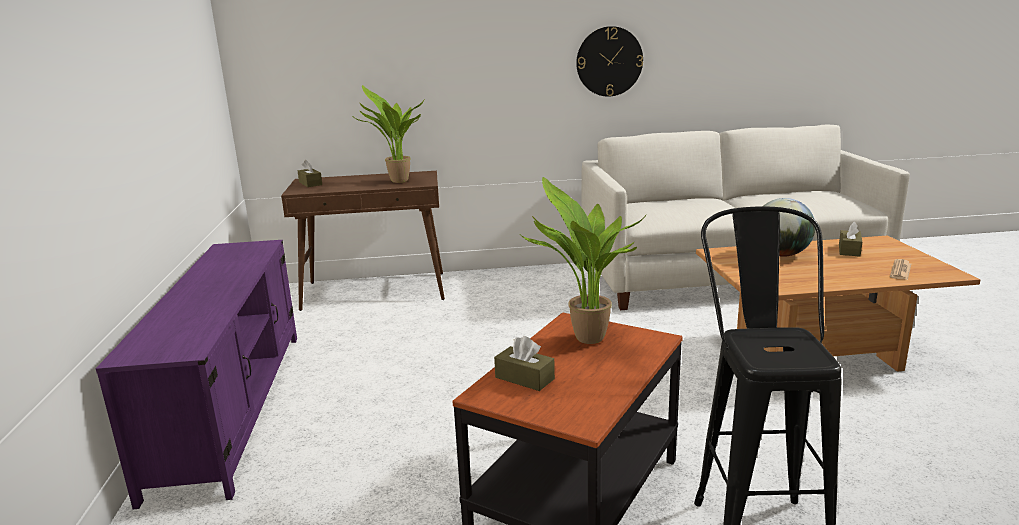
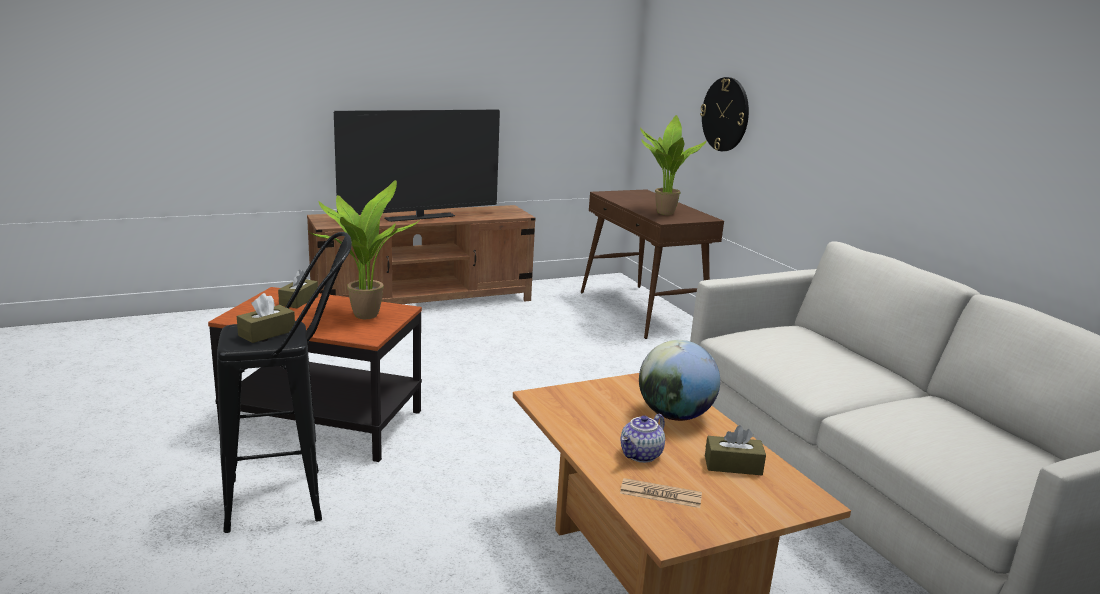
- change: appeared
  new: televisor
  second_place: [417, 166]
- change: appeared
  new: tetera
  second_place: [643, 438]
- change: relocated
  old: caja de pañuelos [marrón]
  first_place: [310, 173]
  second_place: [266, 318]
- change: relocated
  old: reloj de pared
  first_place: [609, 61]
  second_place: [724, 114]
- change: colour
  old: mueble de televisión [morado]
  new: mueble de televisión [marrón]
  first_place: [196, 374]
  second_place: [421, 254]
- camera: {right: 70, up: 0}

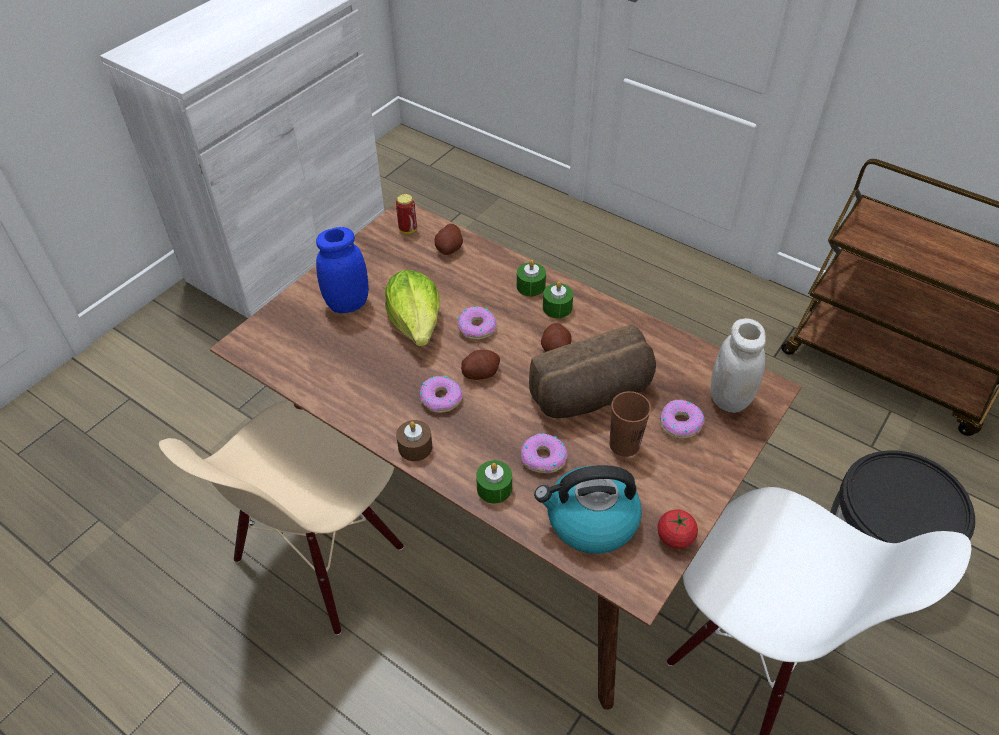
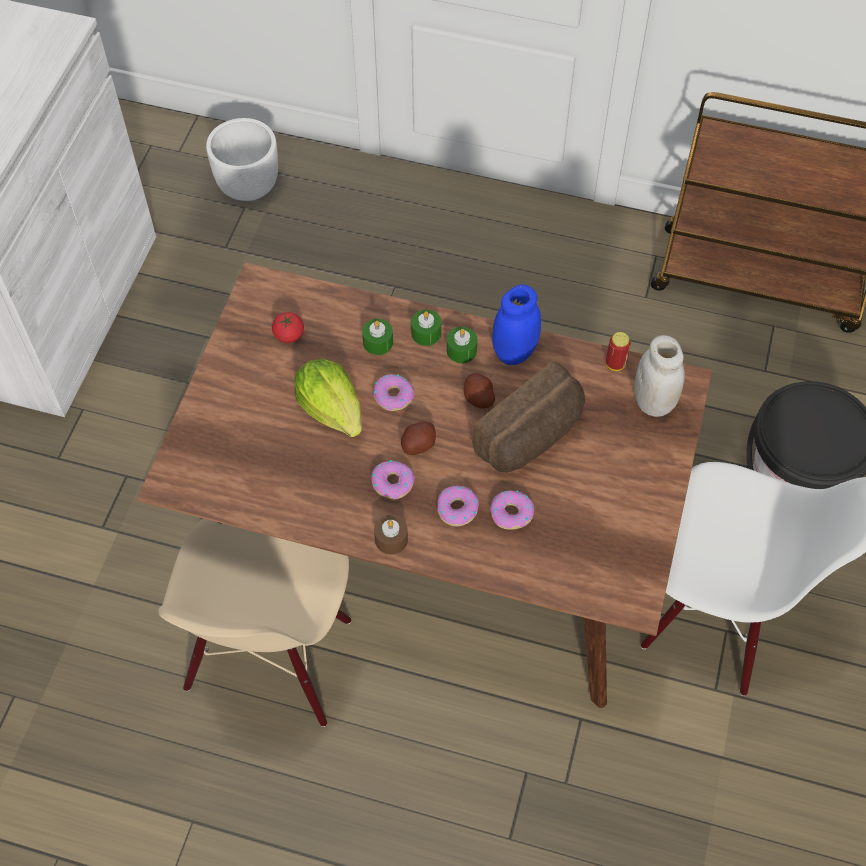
- change: missing
  old: patata
  first_place: [449, 239]
- change: missing
  old: hervidor
  first_place: [588, 509]
- change: missing
  old: taza [marrón]
  first_place: [630, 424]
- change: appeared
  new: maceta [blanco]
  second_place: [242, 159]
- change: relocated
  old: tarro [azul]
  first_place: [342, 270]
  second_place: [516, 325]
- change: relocated
  old: lata
  first_place: [406, 214]
  second_place: [618, 351]
- change: relocated
  old: vela [verde]
  first_place: [494, 481]
  second_place: [377, 337]
- change: relocated
  old: tomate
  first_place: [677, 529]
  second_place: [288, 327]
- change: relocated
  old: rosquilla
  first_place: [682, 419]
  second_place: [458, 505]
- camera: {right: -20, up: 10}

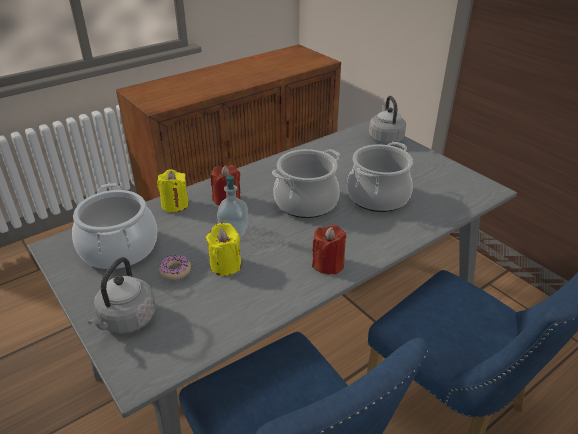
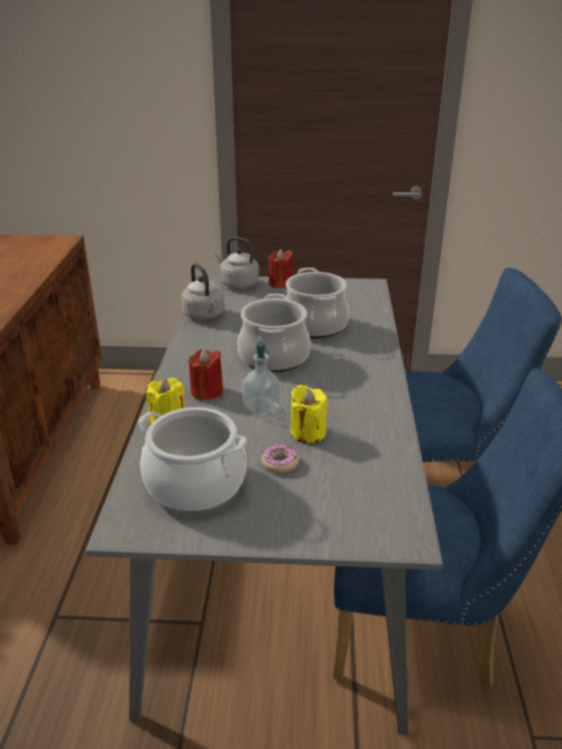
- change: relocated
  old: hervidor [gris]
  first_place: [122, 295]
  second_place: [203, 291]
- change: relocated
  old: vela [rojo]
  first_place: [329, 250]
  second_place: [280, 268]
- camera: {right: -50, up: -5}

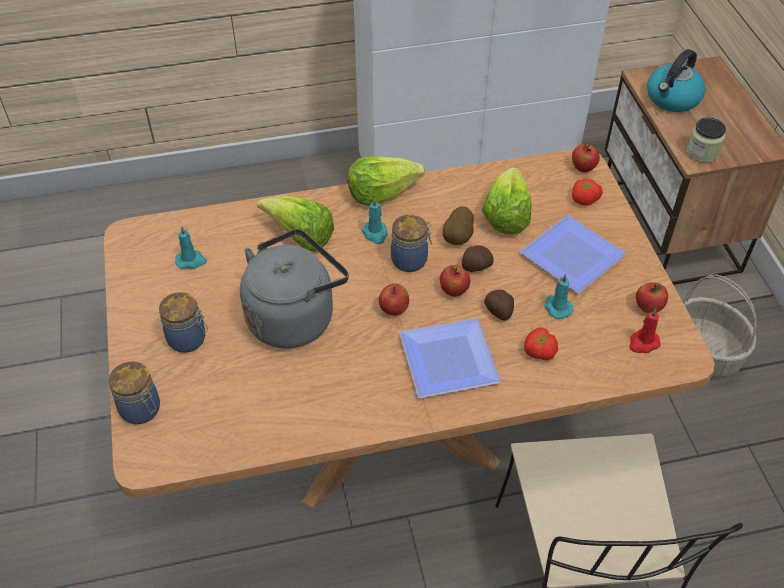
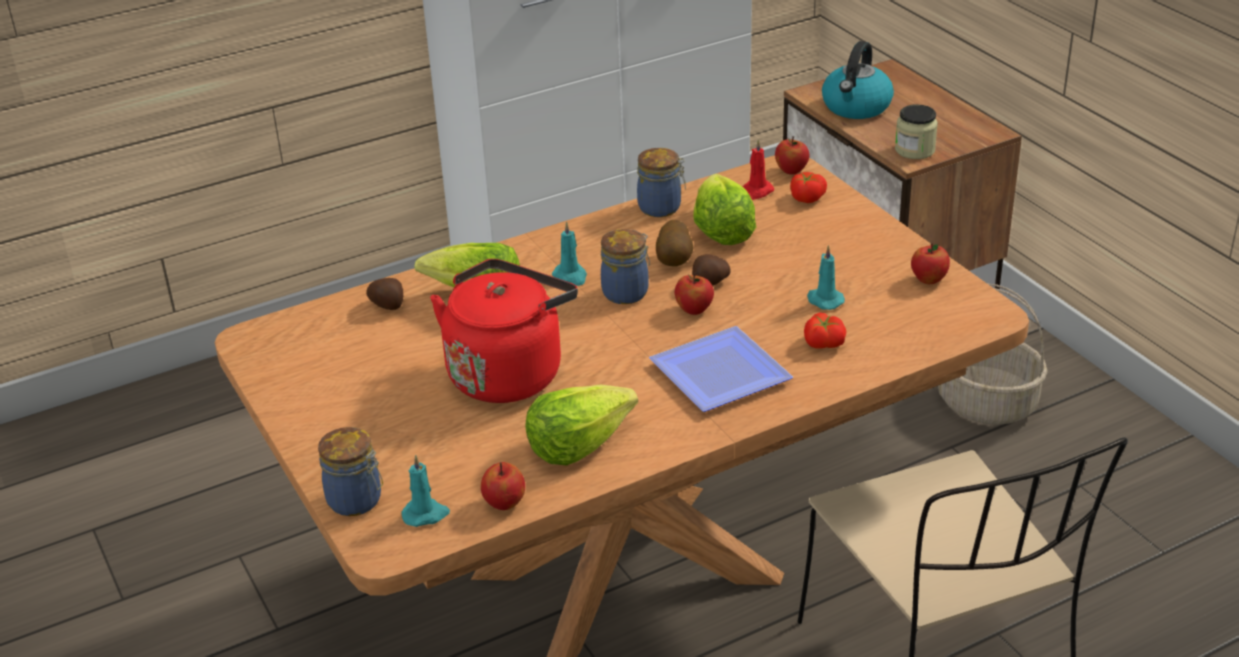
- change: missing
  old: plato
  first_place: [573, 254]
- change: relocated
  old: tarro
  first_place: [183, 322]
  second_place: [661, 182]
- change: relocated
  old: vela [turquesa]
  first_place: [191, 247]
  second_place: [425, 491]
- change: relocated
  old: lechuga
  first_place: [386, 181]
  second_place: [582, 424]
- change: relocated
  old: manzana
  first_place: [394, 300]
  second_place: [503, 486]
- change: relocated
  old: patata
  first_place: [499, 305]
  second_place: [384, 294]
- change: relocated
  old: vela [rojo]
  first_place: [645, 330]
  second_place: [758, 169]
- change: colour
  old: hervidor [gris]
  new: hervidor [rojo]
  first_place: [294, 289]
  second_place: [504, 331]
- camera: {right: -15, up: -15}

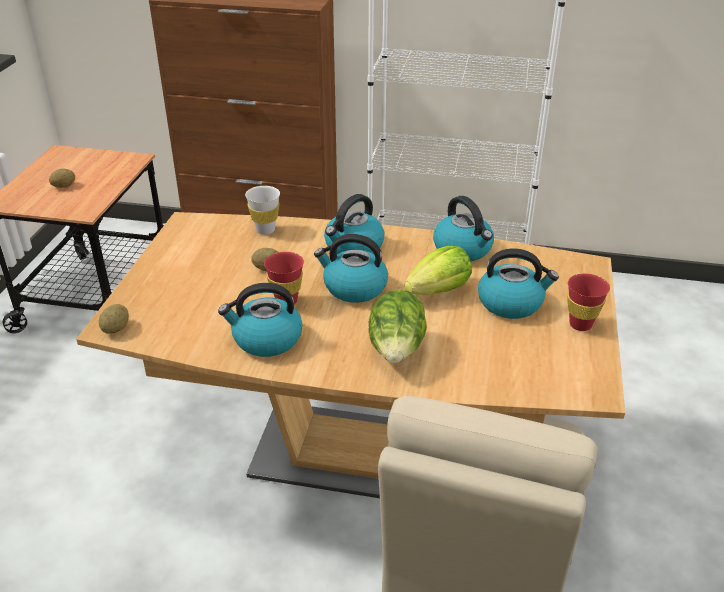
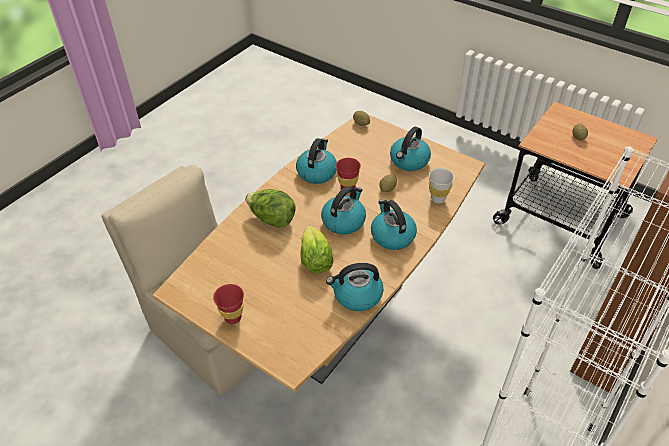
- change: relocated
  old: hervidor
  first_place: [518, 283]
  second_place: [410, 149]
- camera: {right: 115, up: 10}

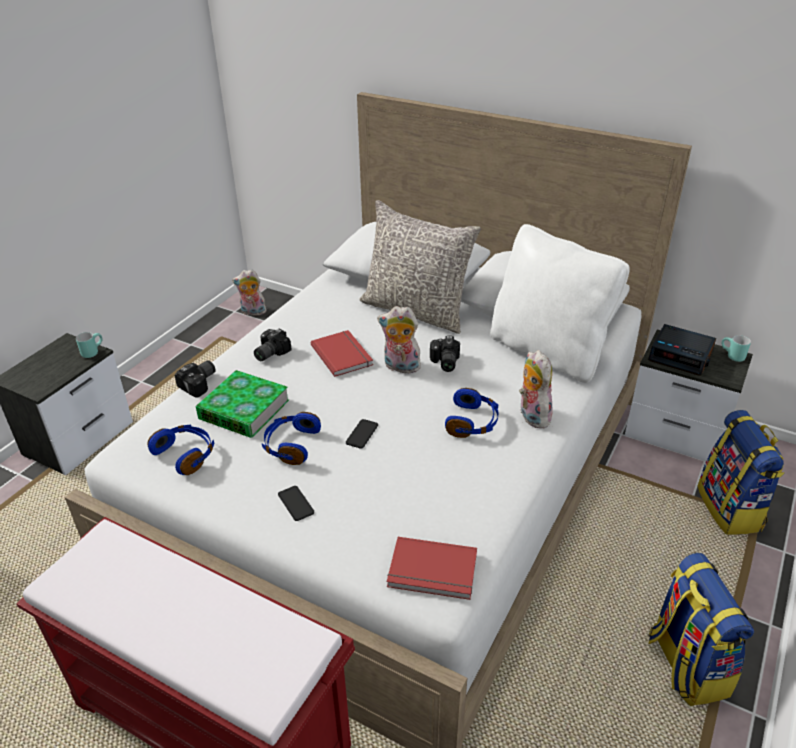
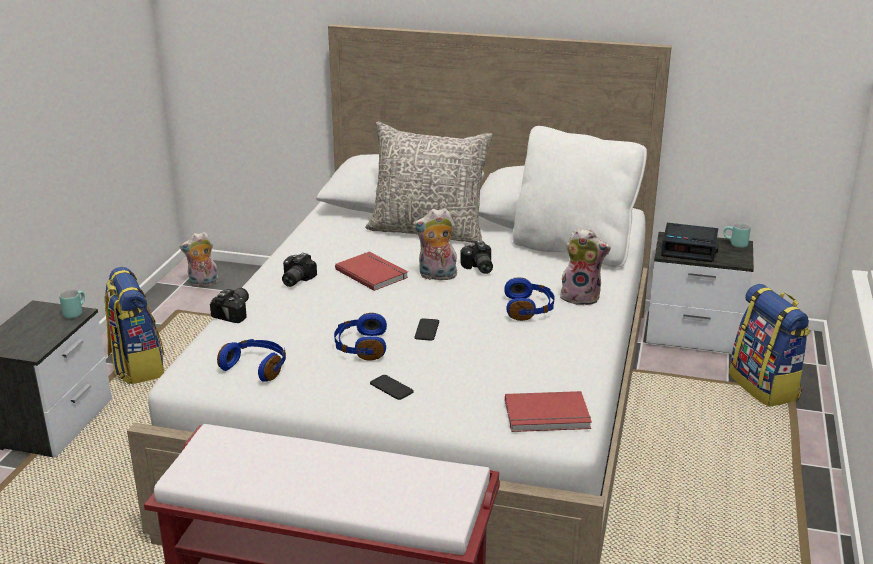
- change: missing
  old: libro
  first_place: [242, 404]
- change: relocated
  old: mochila
  first_place: [701, 629]
  second_place: [134, 326]
- change: spun
  old: peluche
  first_place: [536, 389]
  second_place: [585, 266]
  degrees: 135
- camera: {right: -15, up: -10}

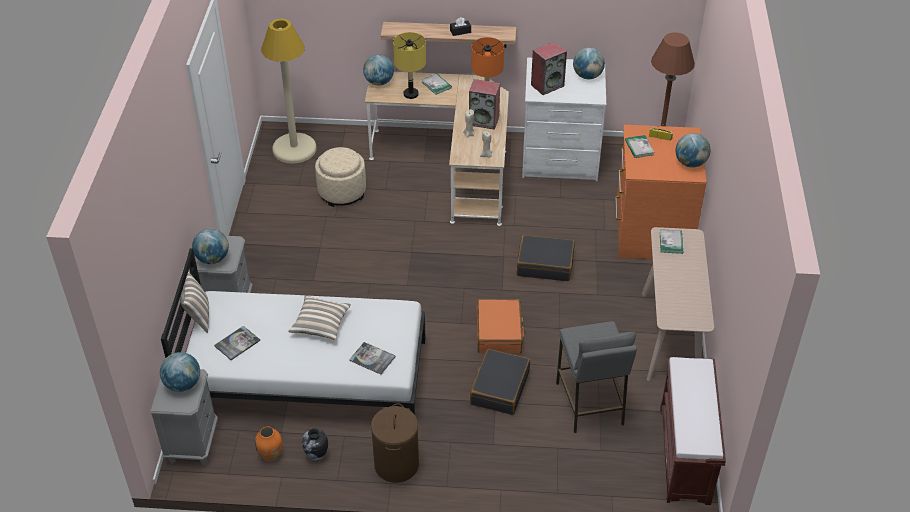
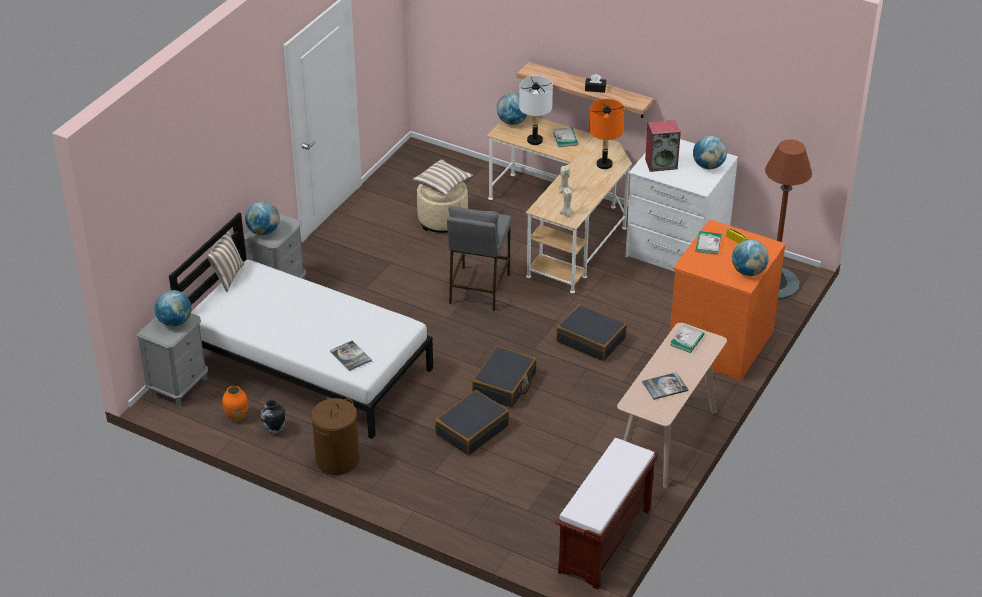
- change: missing
  old: lámpara de pie [beis]
  first_place: [288, 91]
- change: missing
  old: altavoz
  first_place: [484, 104]
- change: relocated
  old: libro
  first_place: [237, 343]
  second_place: [665, 386]
- change: relocated
  old: cojín
  first_place: [319, 317]
  second_place: [443, 177]
- change: relocated
  old: taburete [gris]
  first_place: [596, 377]
  second_place: [479, 258]
- change: colour
  old: lámpara de mesa [amarillo]
  new: lámpara de mesa [blanco]
  first_place: [409, 65]
  second_place: [536, 110]
- change: colour
  old: maleta [naranja]
  new: maleta [negro]
  first_place: [501, 326]
  second_place: [504, 376]
- camera: {right: 25, up: -5}

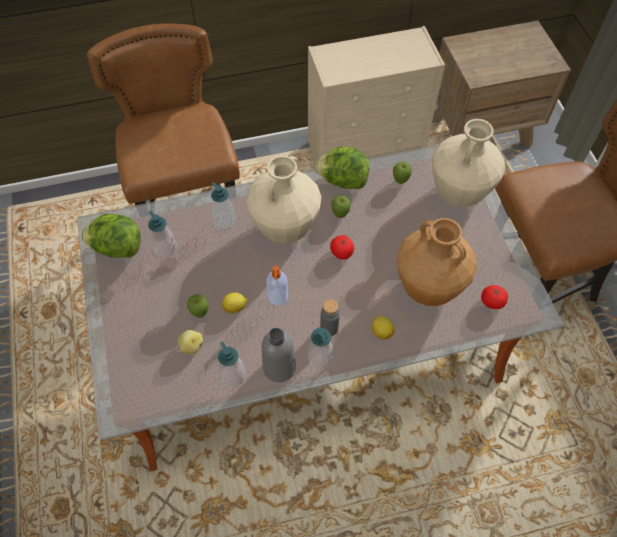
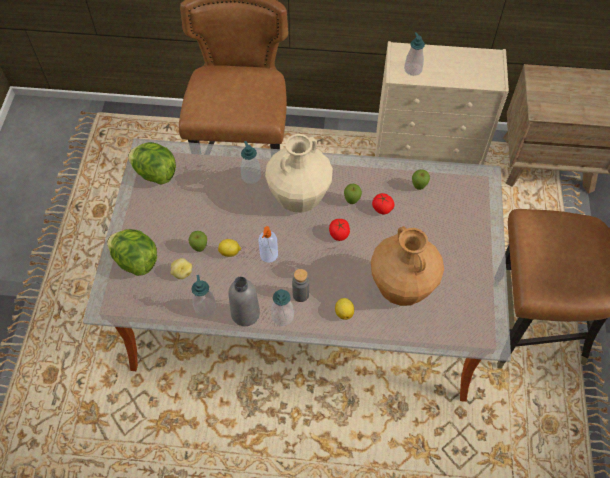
- change: missing
  old: florero [beis]
  first_place: [468, 163]
- change: relocated
  old: dispensador de jabón
  first_place: [162, 234]
  second_place: [414, 54]
- change: relocated
  old: lechuga
  first_place: [342, 168]
  second_place: [132, 252]
- change: relocated
  old: tomate
  first_place: [494, 297]
  second_place: [383, 204]
- camera: {right: 20, up: 0}

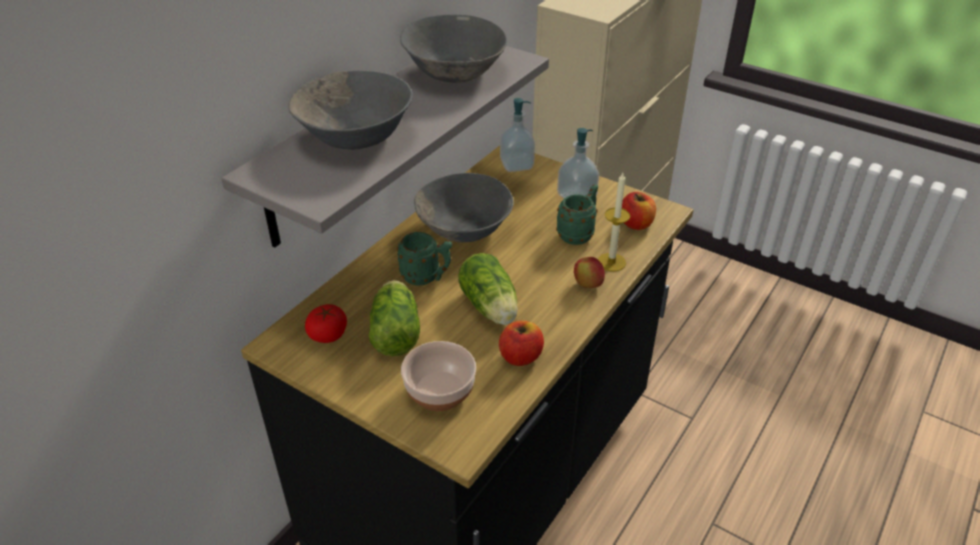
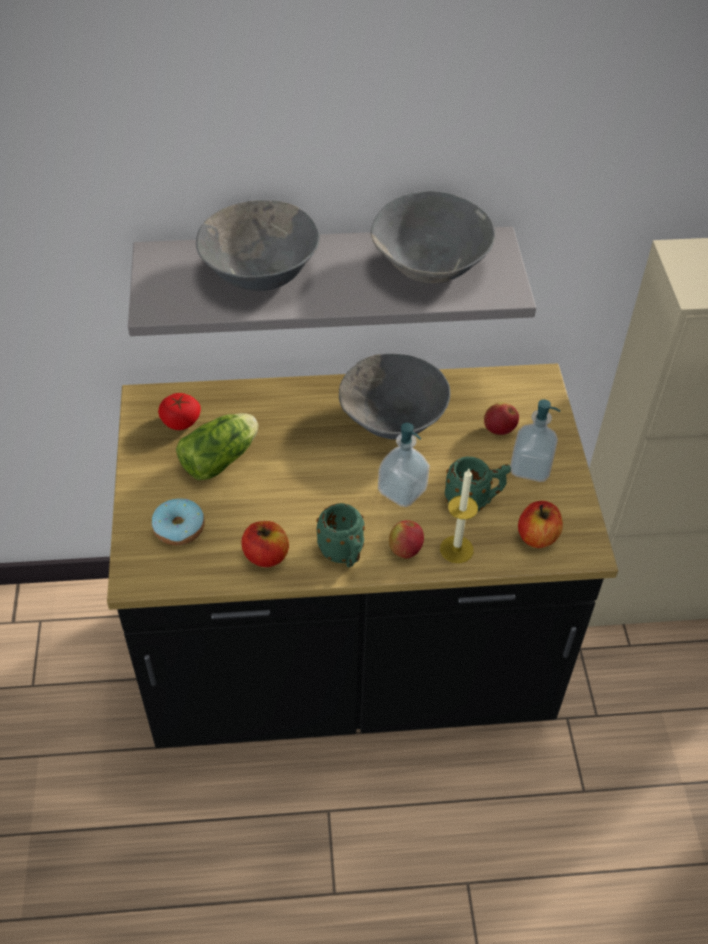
- change: missing
  old: lechuga
  first_place: [488, 289]
- change: appeared
  new: manzana
  second_place: [501, 418]
- change: relocated
  old: taza grande [verde]
  first_place: [424, 259]
  second_place: [340, 535]
- change: relocated
  old: dispensador de jabón
  first_place: [517, 135]
  second_place: [404, 465]
- change: exchanged
  old: cuenco
  new: rosquilla
  first_place: [438, 376]
  second_place: [178, 521]
- camera: {right: 50, up: 10}

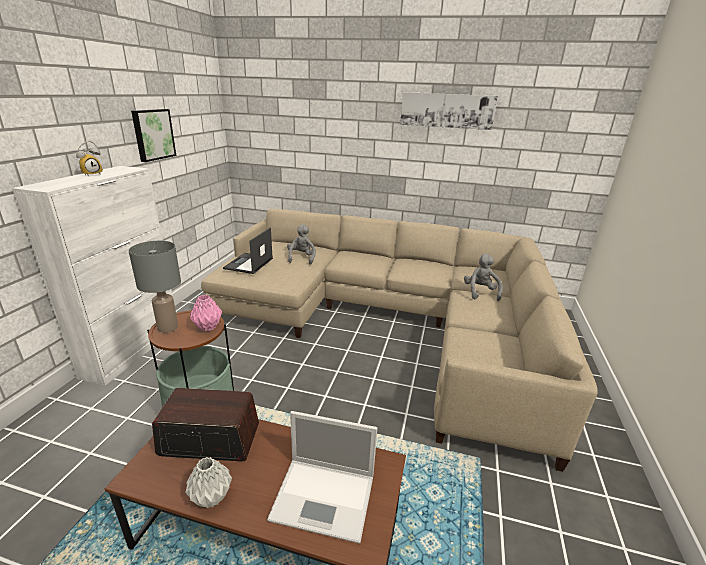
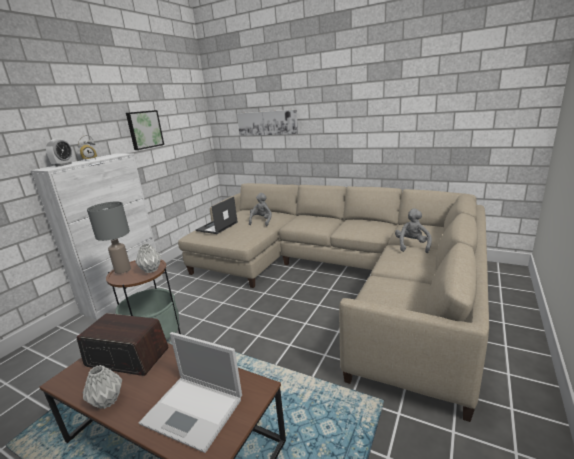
- change: appeared
  new: despertador
  second_place: [60, 152]
- change: relocated
  old: cuadro
  first_place: [449, 111]
  second_place: [267, 122]
- change: colour
  old: florero [rosa]
  new: florero [gris]
  first_place: [206, 313]
  second_place: [148, 258]
- camera: {right: 15, up: -5}

